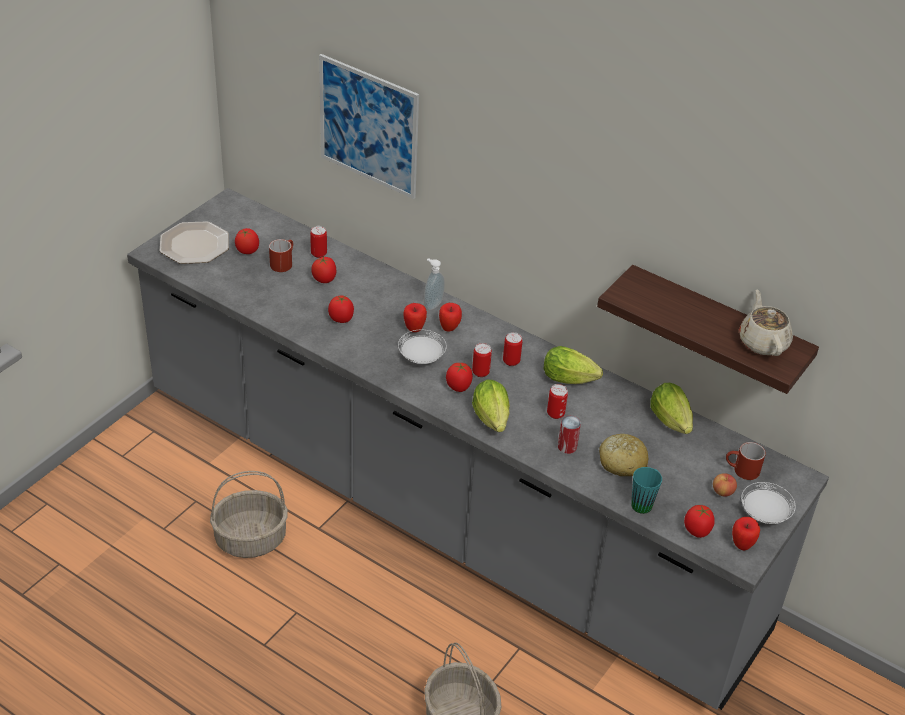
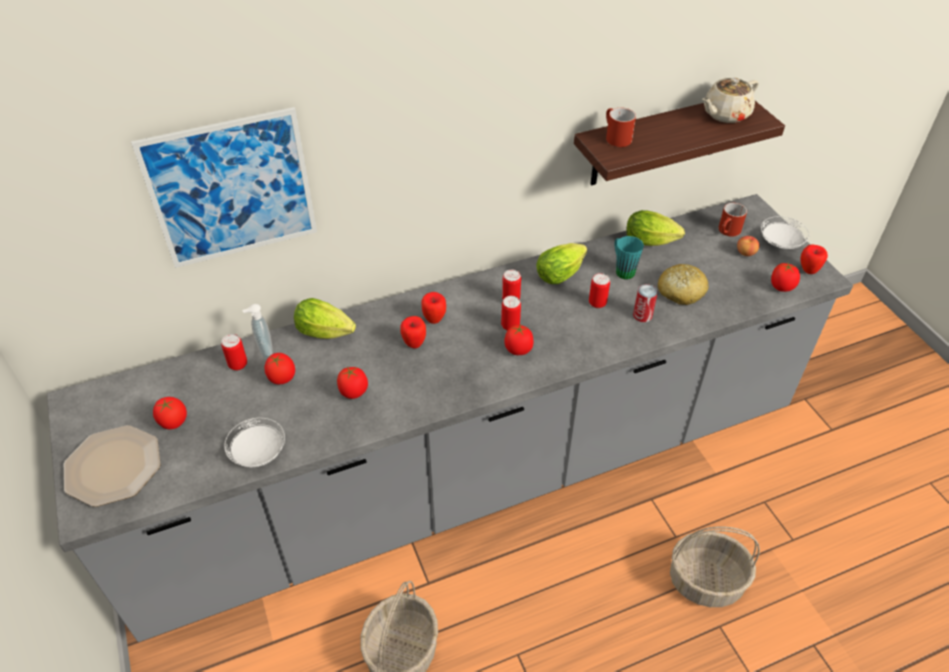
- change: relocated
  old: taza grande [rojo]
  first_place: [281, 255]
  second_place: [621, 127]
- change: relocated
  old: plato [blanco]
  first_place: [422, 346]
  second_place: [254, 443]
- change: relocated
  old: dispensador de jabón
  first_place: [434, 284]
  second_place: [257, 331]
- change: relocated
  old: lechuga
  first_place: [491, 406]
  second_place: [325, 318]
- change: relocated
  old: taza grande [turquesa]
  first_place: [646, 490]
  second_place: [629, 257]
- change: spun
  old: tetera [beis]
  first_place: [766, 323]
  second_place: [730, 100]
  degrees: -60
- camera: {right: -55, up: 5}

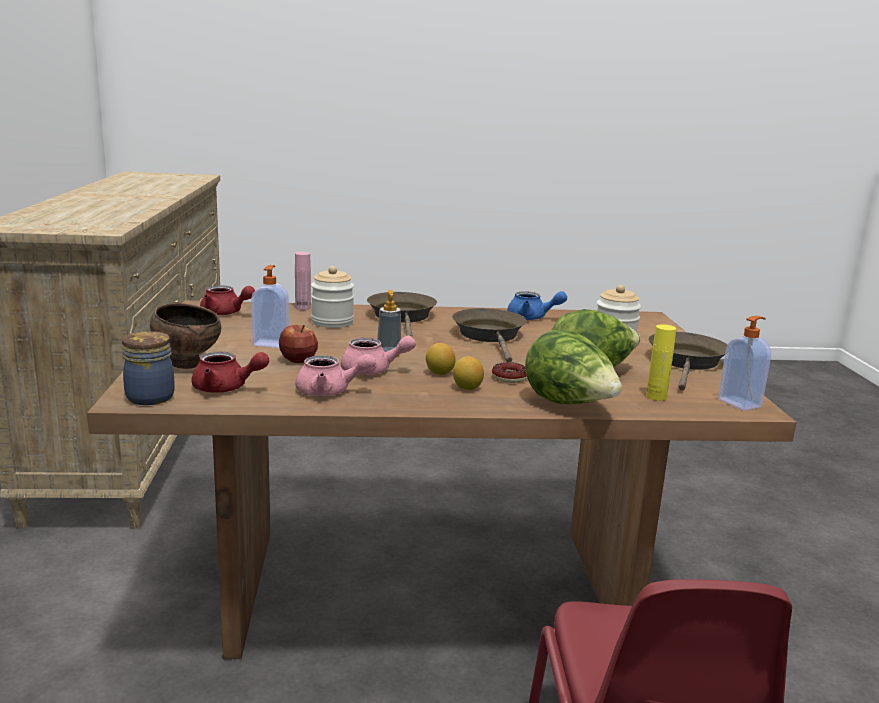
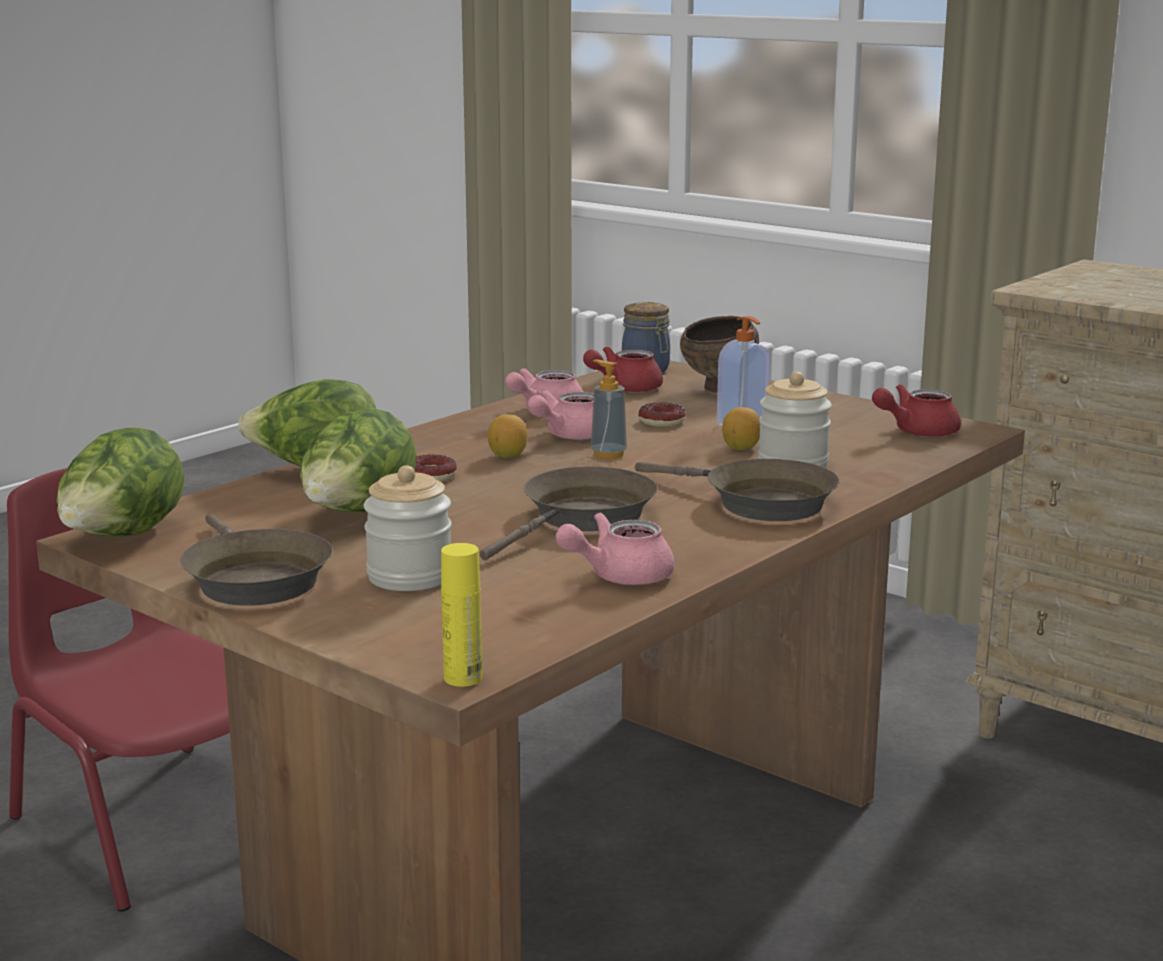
- change: missing
  old: botella [rosa]
  first_place: [303, 281]
- change: relocated
  old: limón
  first_place: [468, 373]
  second_place: [741, 428]
- change: relocated
  old: botella [amarillo]
  first_place: [661, 362]
  second_place: [461, 615]
- change: exchanged
  old: manzana
  new: rosquilla
  first_place: [298, 344]
  second_place: [662, 414]
- change: exchanged
  old: dispensador de jabón
  new: lechuga
  first_place: [744, 363]
  second_place: [120, 482]
- change: colour
  old: tetera [azul]
  new: tetera [rosa]
  first_place: [537, 305]
  second_place: [615, 549]
- change: spun
  old: sartén [marrón]
  first_place: [489, 335]
  second_place: [568, 513]
  degrees: -90
- camera: {right: 135, up: 0}

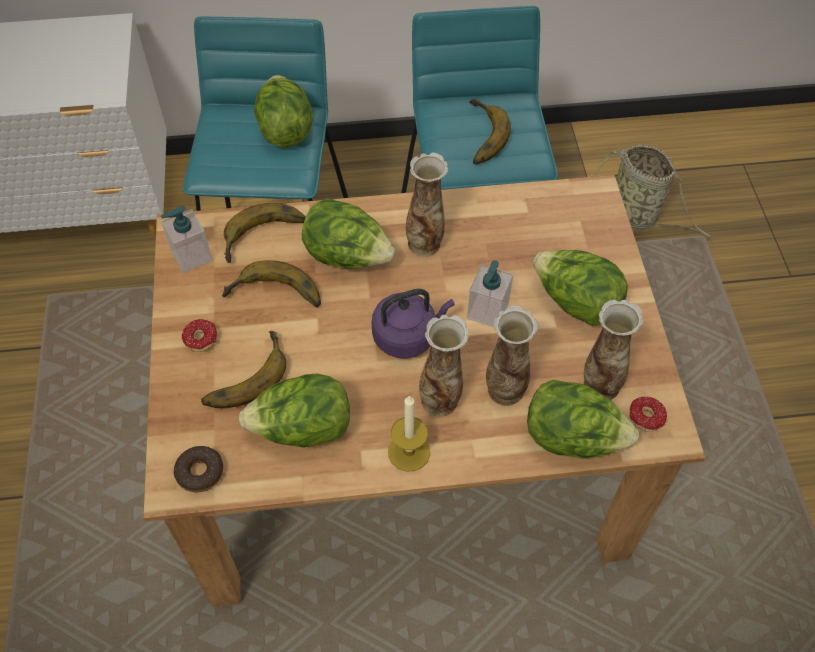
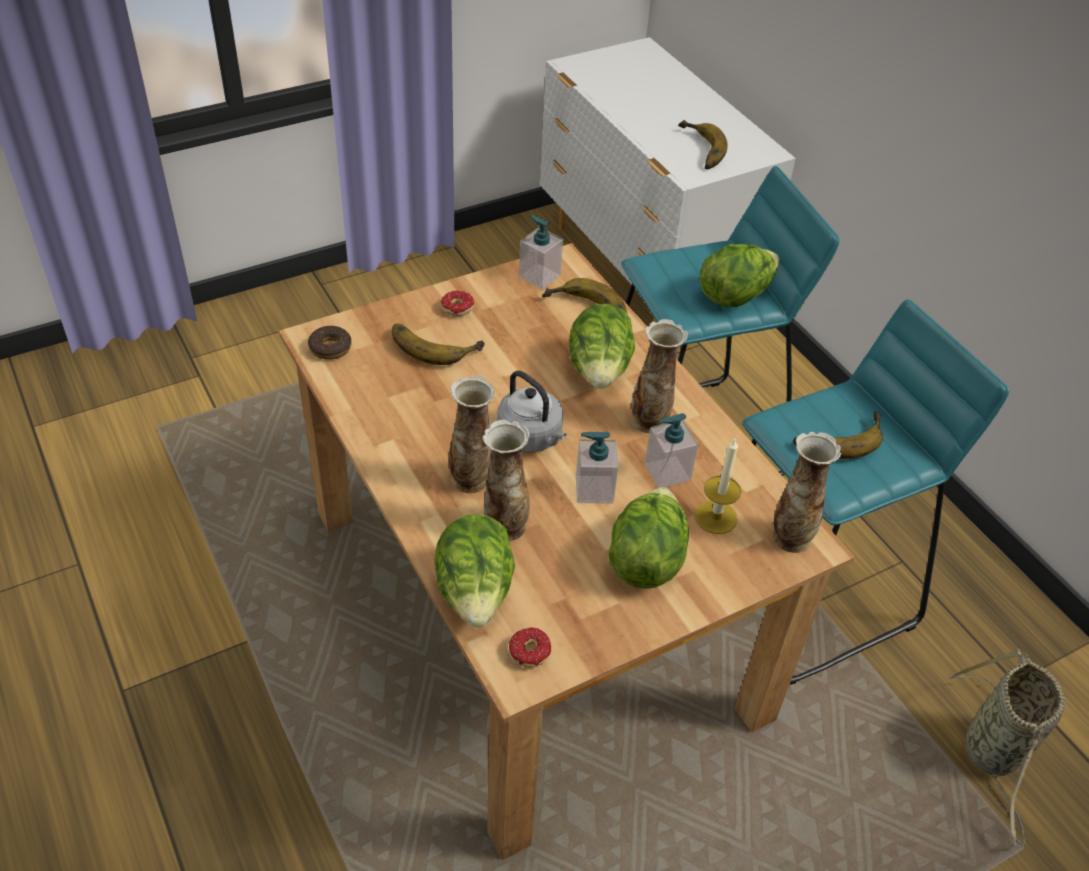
- change: missing
  old: lechuga
  first_place: [294, 411]
- change: appeared
  new: dispensador de jabón
  second_place: [671, 450]
- change: relocated
  old: plátano
  first_place: [271, 284]
  second_place: [703, 145]
- change: relocated
  old: vela
  first_place: [409, 433]
  second_place: [718, 486]
- change: relocated
  old: florero
  first_place: [613, 349]
  second_place: [807, 492]
- change: colour
  old: hervidor [morado]
  new: hervidor [gris]
  first_place: [413, 324]
  second_place: [531, 411]
- camera: {right: 65, up: -10}

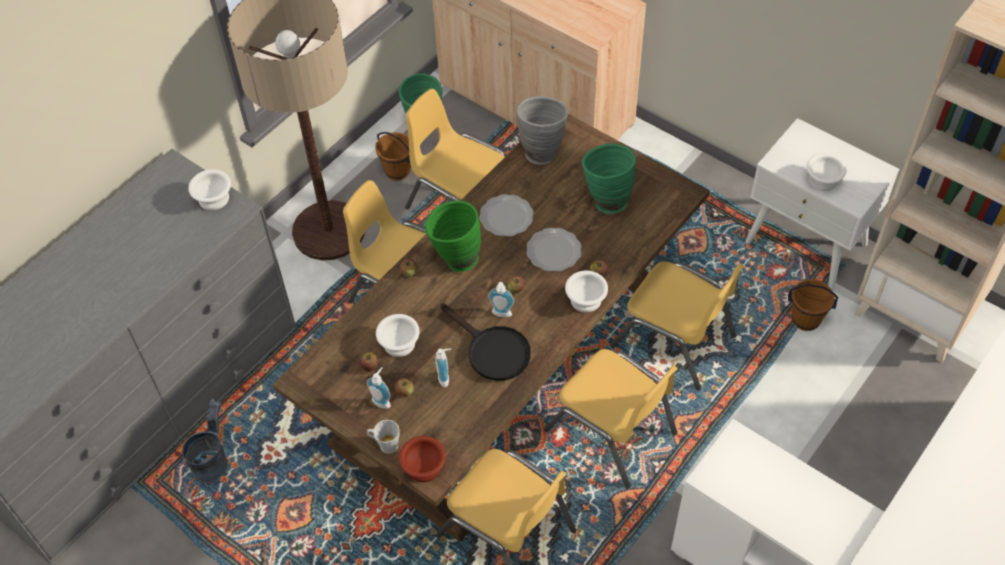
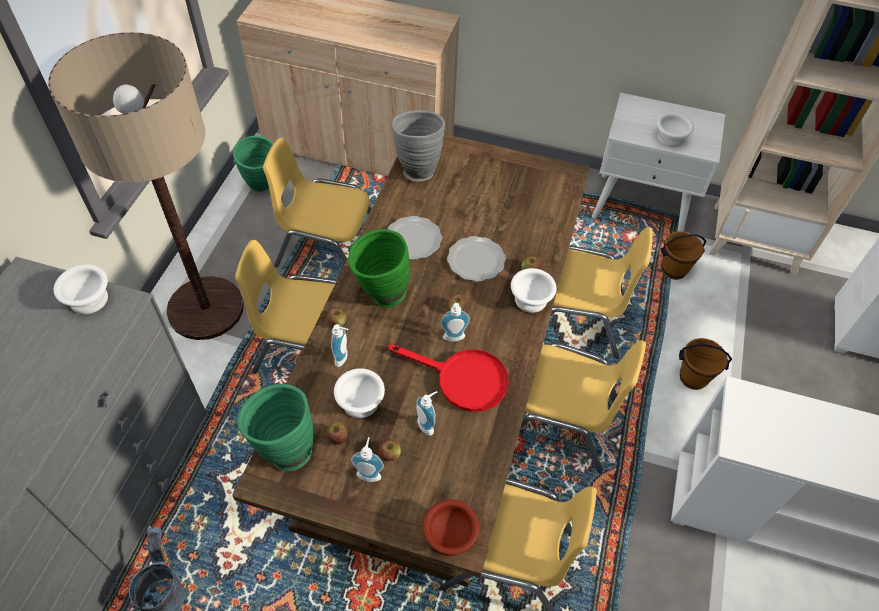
- change: missing
  old: taza grande [gris]
  first_place: [383, 437]
- change: appeared
  new: dispensador de jabón
  second_place: [340, 345]
- change: relocated
  old: cubo [marrón]
  first_place: [393, 156]
  second_place: [705, 364]
- change: relocated
  old: florero [verde]
  first_place: [609, 178]
  second_place: [275, 427]
- change: colour
  old: sartén [negro]
  new: sartén [rojo]
  first_place: [486, 342]
  second_place: [448, 378]
- camera: {right: -25, up: 0}

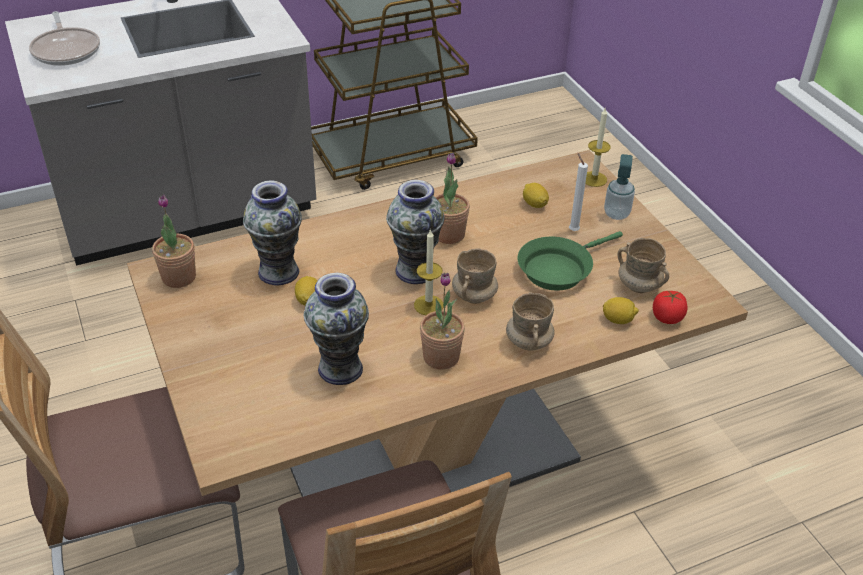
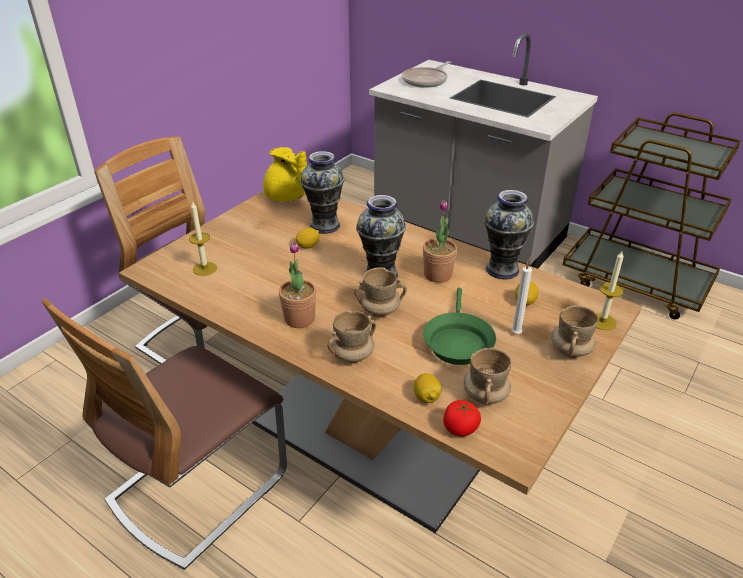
- change: relocated
  old: florero
  first_place: [336, 329]
  second_place: [509, 234]
- change: relocated
  old: vela
  first_place: [428, 272]
  second_place: [203, 239]
- change: exchanged
  old: planta en maceta
  new: tetera [amarillo]
  first_place: [174, 241]
  second_place: [285, 174]
- change: exchanged
  old: dispensador de jabón
  new: taza grande [beis]
  first_place: [619, 187]
  second_place: [574, 332]
- change: spun
  old: sartén [verde]
  first_place: [570, 261]
  second_place: [459, 326]
  degrees: -105
- camera: {right: 60, up: -5}

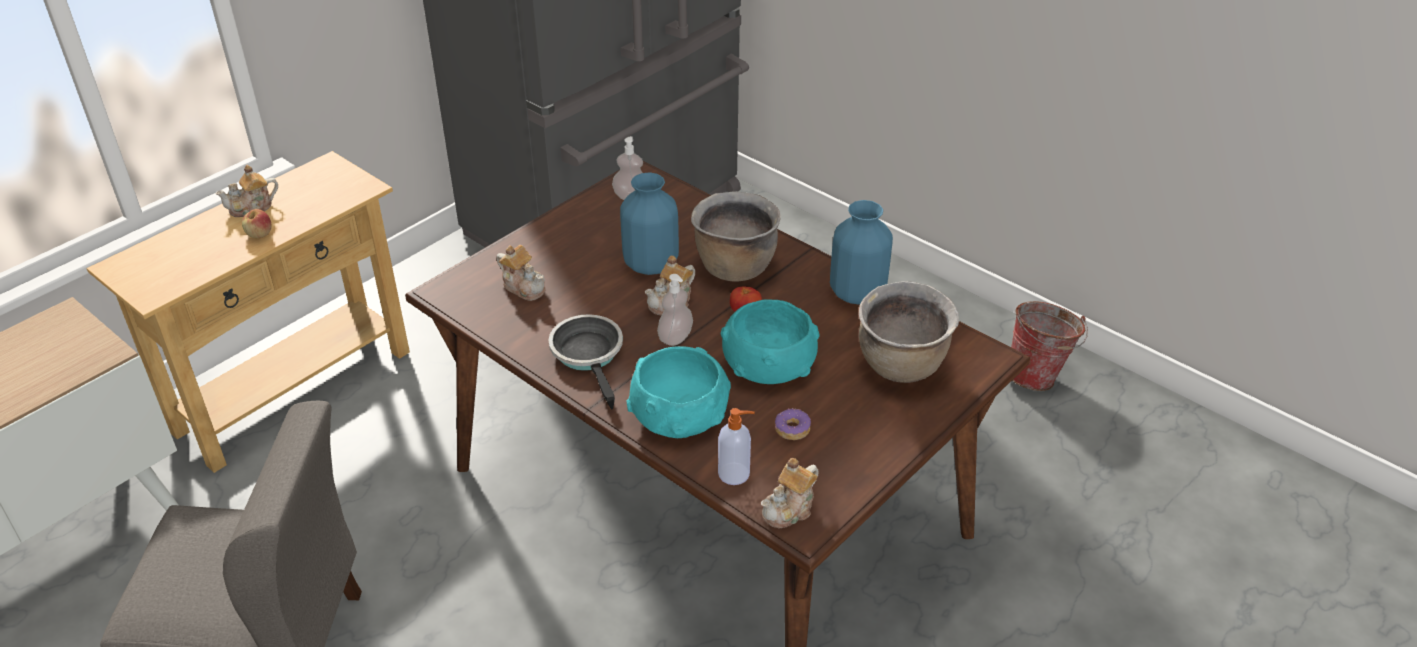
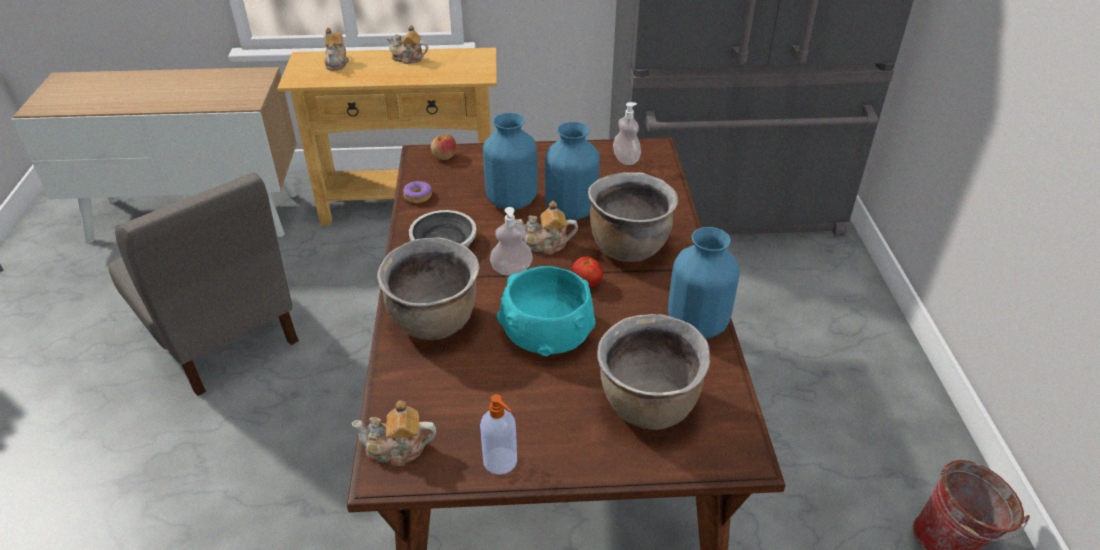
- change: appeared
  new: florero [azul]
  second_place: [510, 161]
- change: relocated
  old: manzana
  first_place: [256, 223]
  second_place: [443, 147]
- change: relocated
  old: tetera
  first_place: [521, 273]
  second_place: [336, 49]
- change: relocated
  old: dispensador de jabón
  first_place: [736, 446]
  second_place: [498, 434]
- change: relocated
  old: rosquilla
  first_place: [793, 424]
  second_place: [417, 192]
- change: exchanged
  old: cuenco [turquesa]
  new: olla [marrón]
  first_place: [678, 392]
  second_place: [428, 288]
- camera: {right: 45, up: 0}

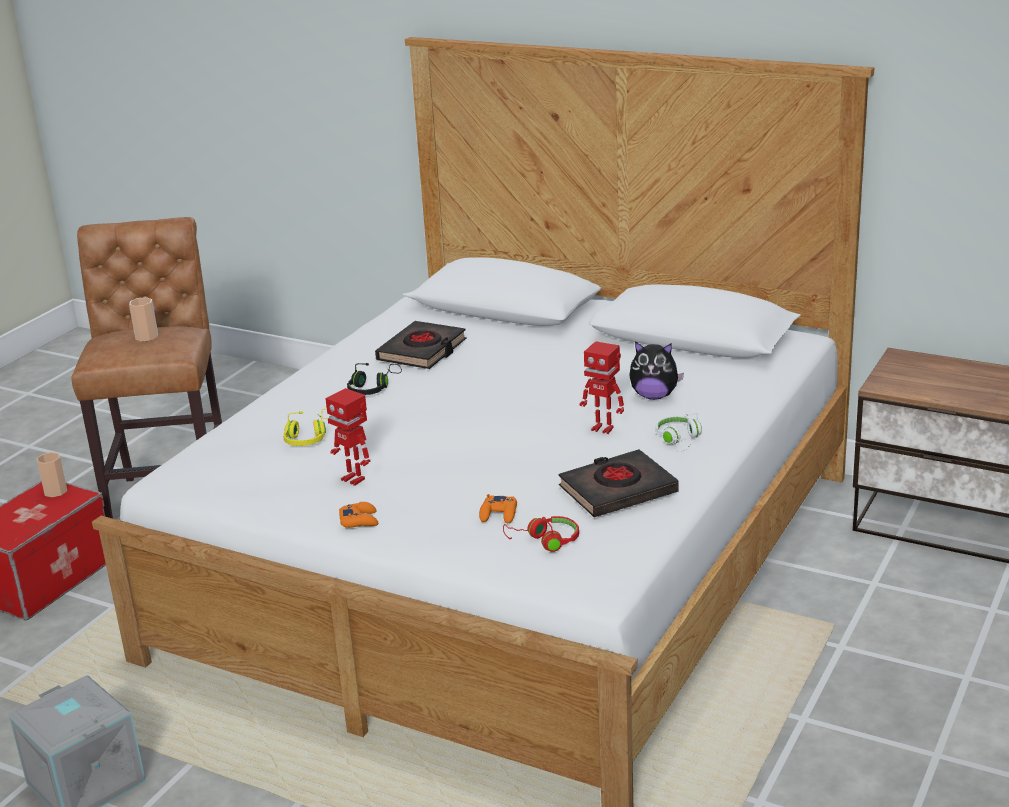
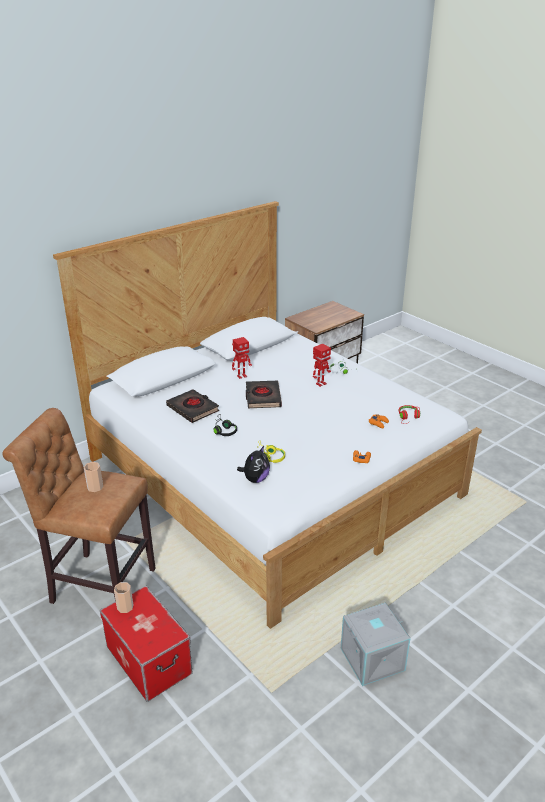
- change: relocated
  old: robot de juguete
  first_place: [347, 437]
  second_place: [242, 358]
- change: relocated
  old: libro [negro]
  first_place: [619, 483]
  second_place: [264, 394]
- change: relocated
  old: peluche
  first_place: [656, 370]
  second_place: [253, 464]
- camera: {right: -70, up: 5}

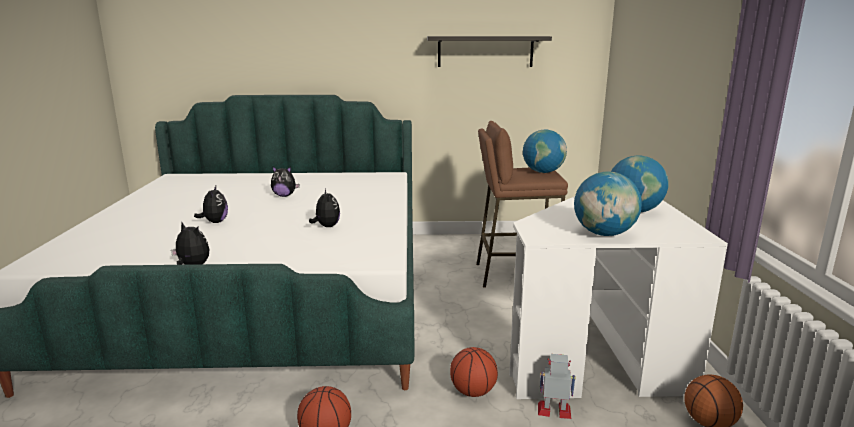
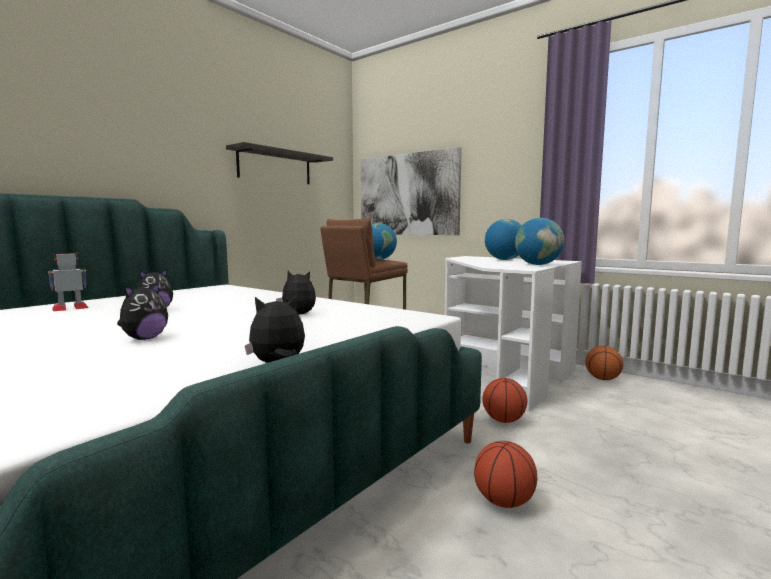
- change: appeared
  new: cuadro
  second_place: [411, 191]
- change: relocated
  old: robot de juguete
  first_place: [557, 386]
  second_place: [68, 281]
- change: spun
  old: peluche
  first_place: [211, 204]
  second_place: [142, 311]
  degrees: 90
- camera: {right: -50, up: -10}

